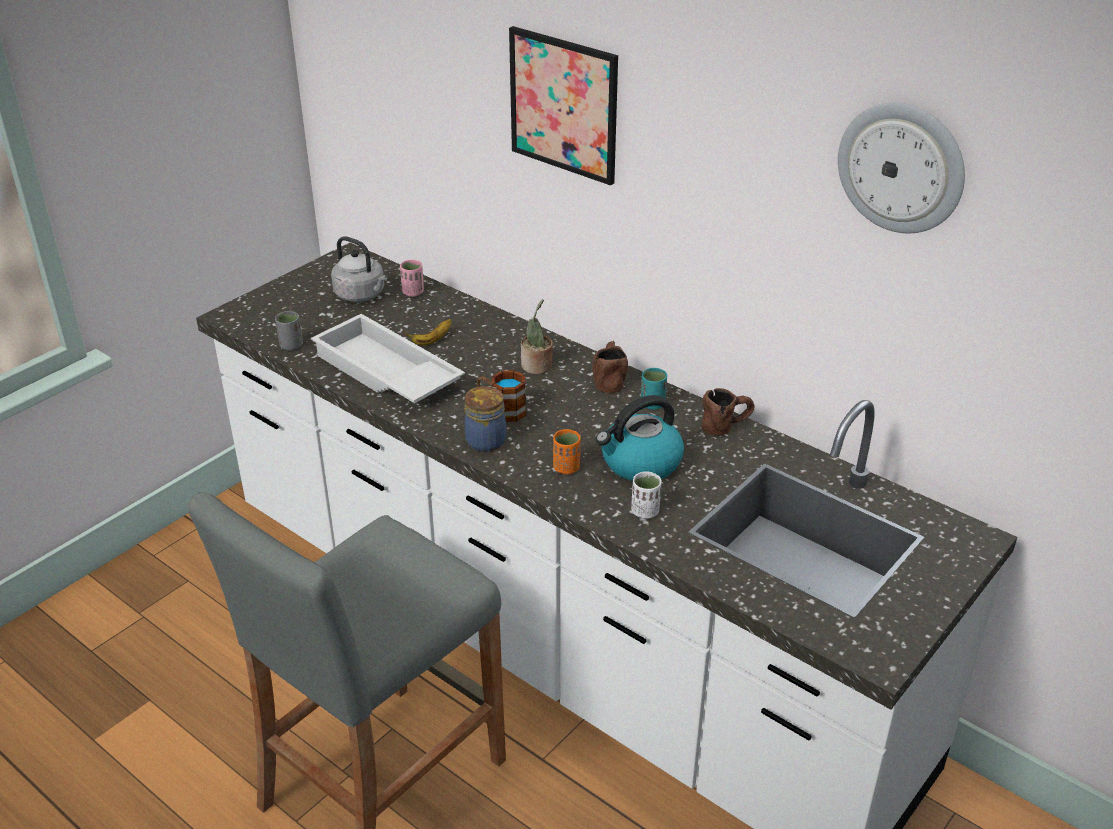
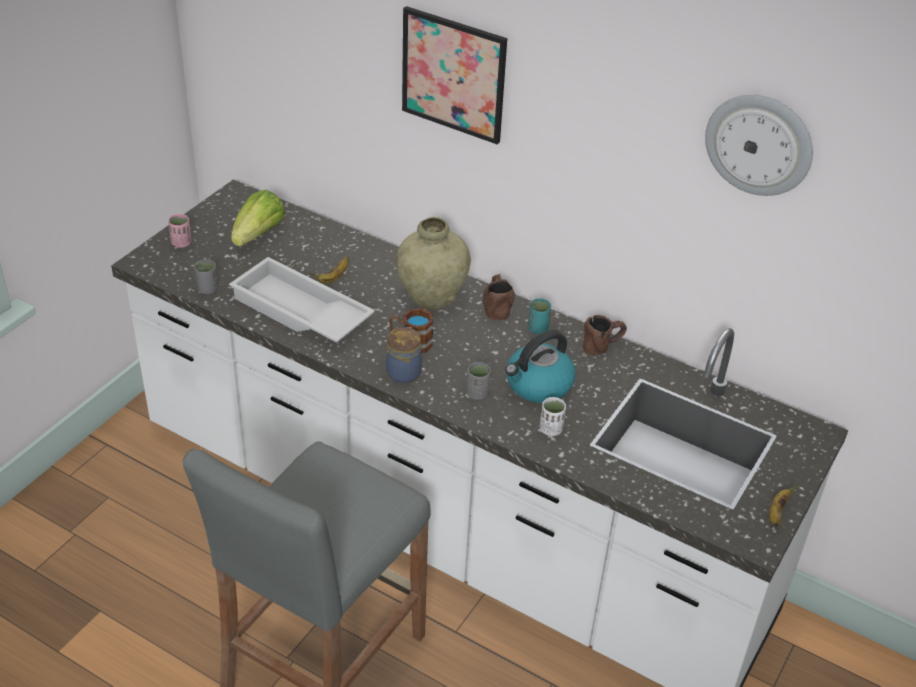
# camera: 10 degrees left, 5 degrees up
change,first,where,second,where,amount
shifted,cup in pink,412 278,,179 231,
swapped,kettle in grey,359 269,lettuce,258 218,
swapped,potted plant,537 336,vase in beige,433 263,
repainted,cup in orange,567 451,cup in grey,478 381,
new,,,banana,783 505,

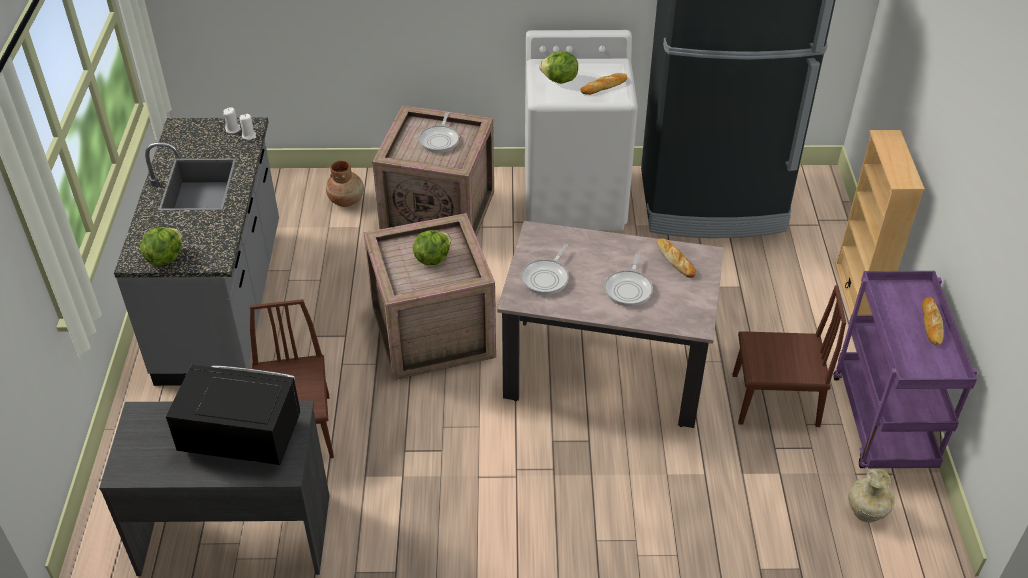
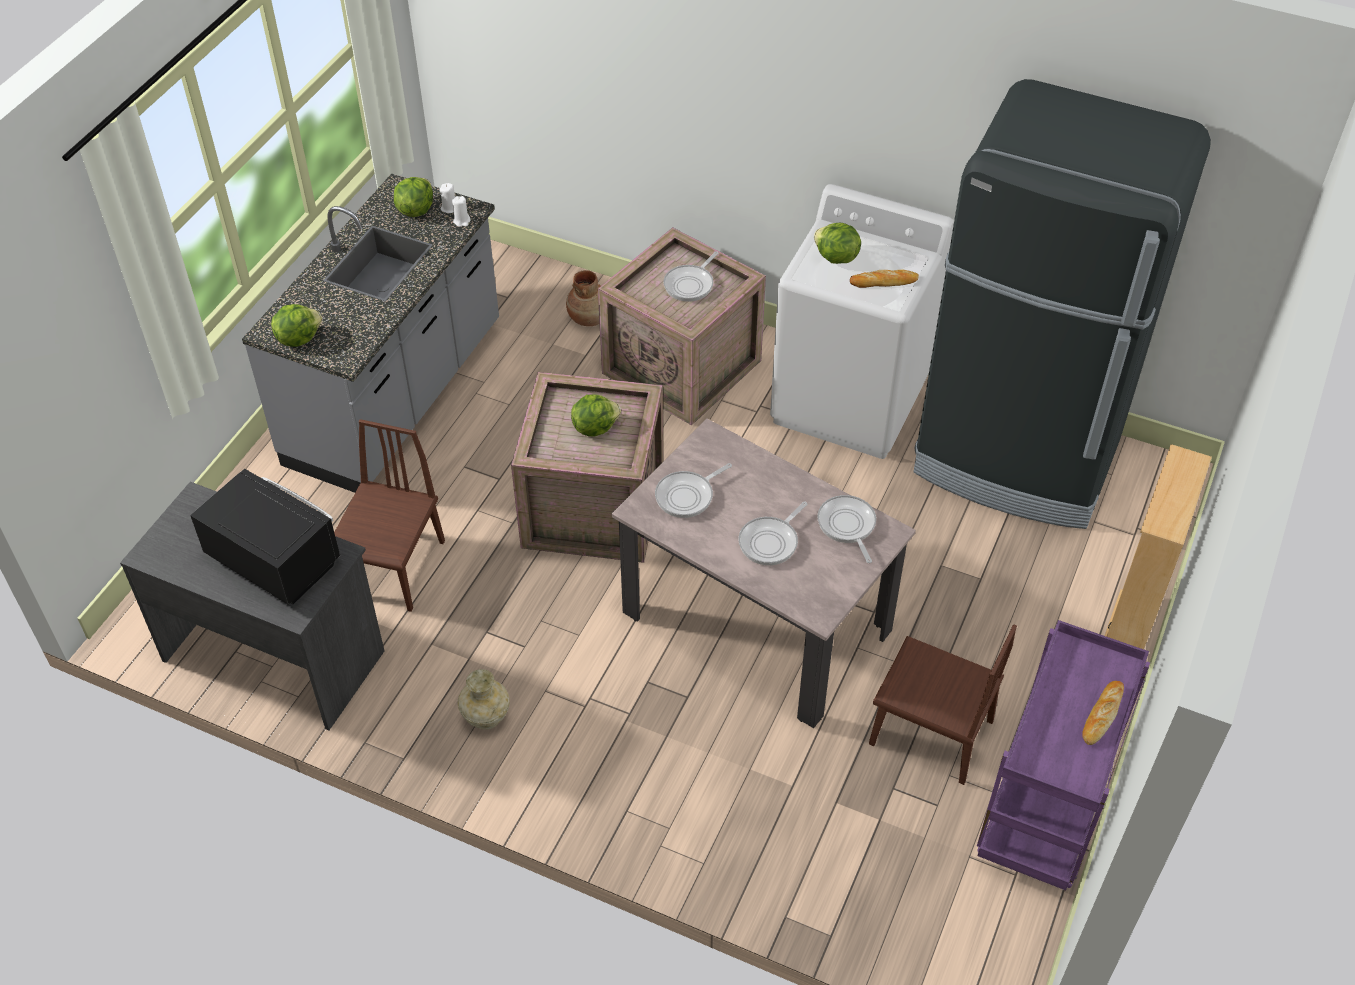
# camera: 25 degrees right, 5 degrees up
change,first,where,second,where,amount
new,,,lettuce,413 197,
shifted,vase in beige,871 495,,484 699,
swapped,bread,676 258,frying pan,846 529,

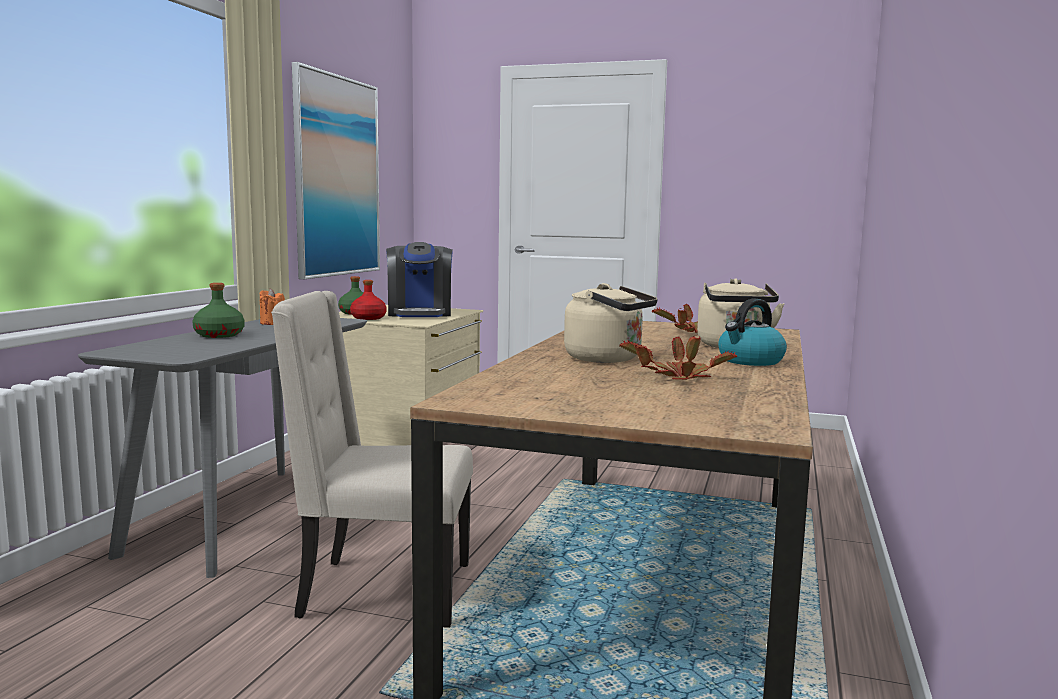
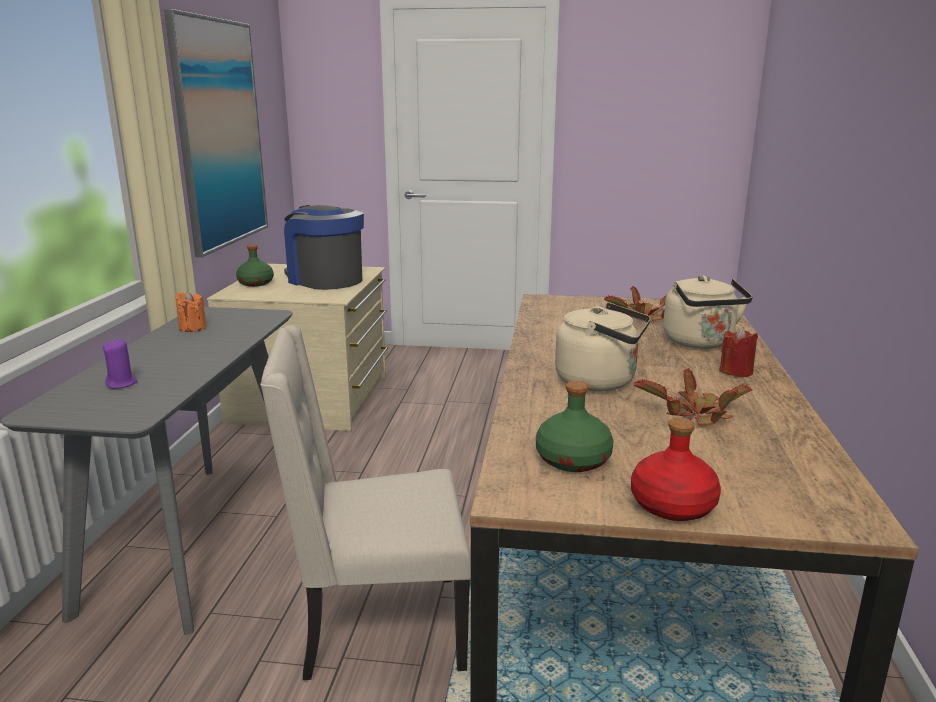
# camera: 10 degrees left, 10 degrees up
change,first,where,second,where,amount
new,,,candle in purple,120 364,
rotated,coffee machine,419 279,,324 247,150 degrees clockwise
shifted,bottle in green,218 310,,574 426,
shifted,bottle in red,368 300,,676 469,
swapped,kettle,752 332,candle in red,738 352,

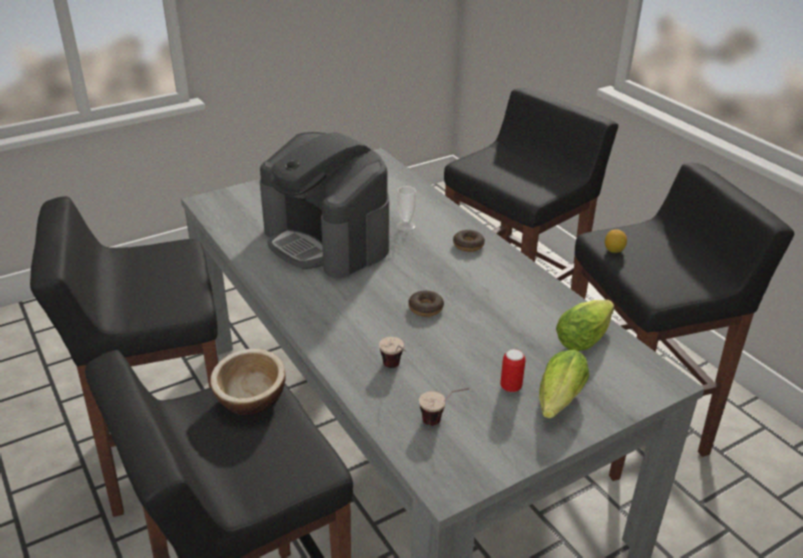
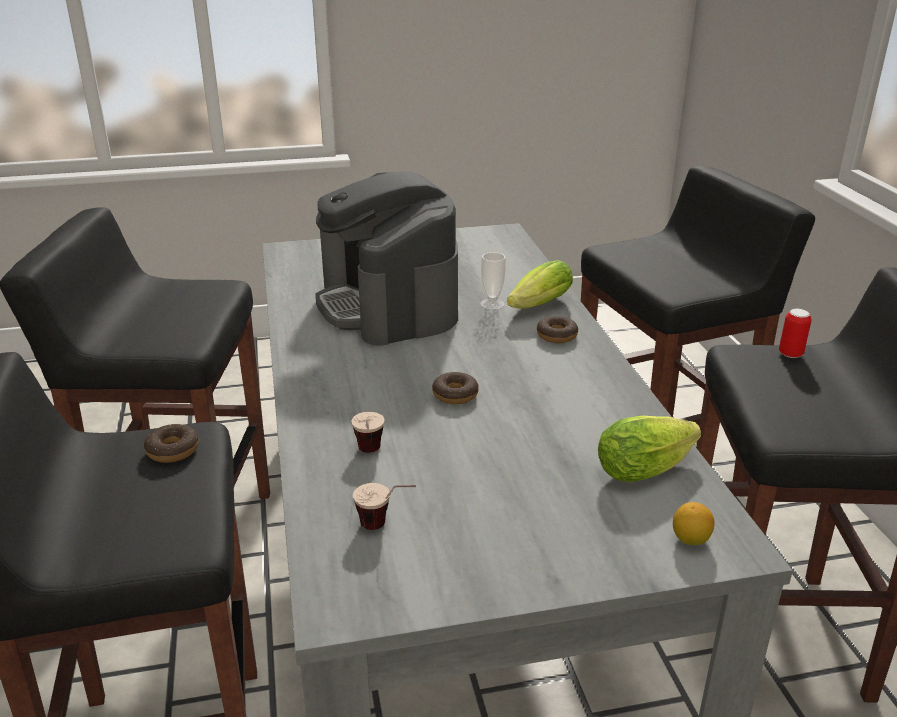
# camera: 20 degrees right, 5 degrees down
change,first,where,second,where,amount
swapped,bowl,247 382,donut,171 443,
shifted,lettuce,564 384,,540 284,
shifted,lemon,616 241,,694 523,
shifted,can,513 370,,795 333,

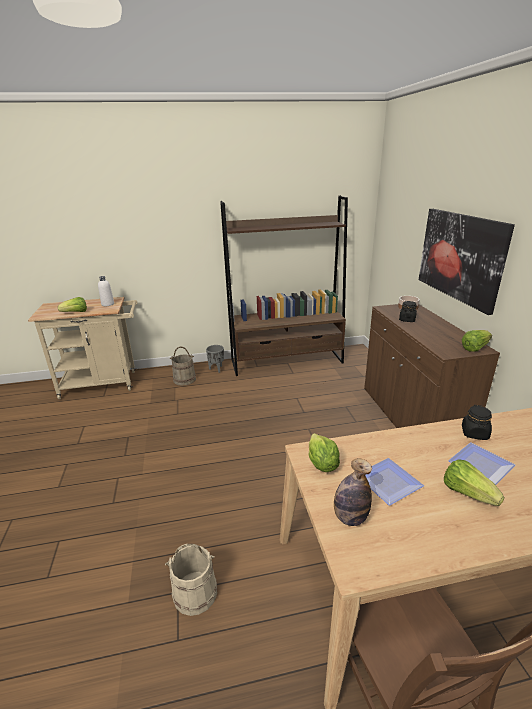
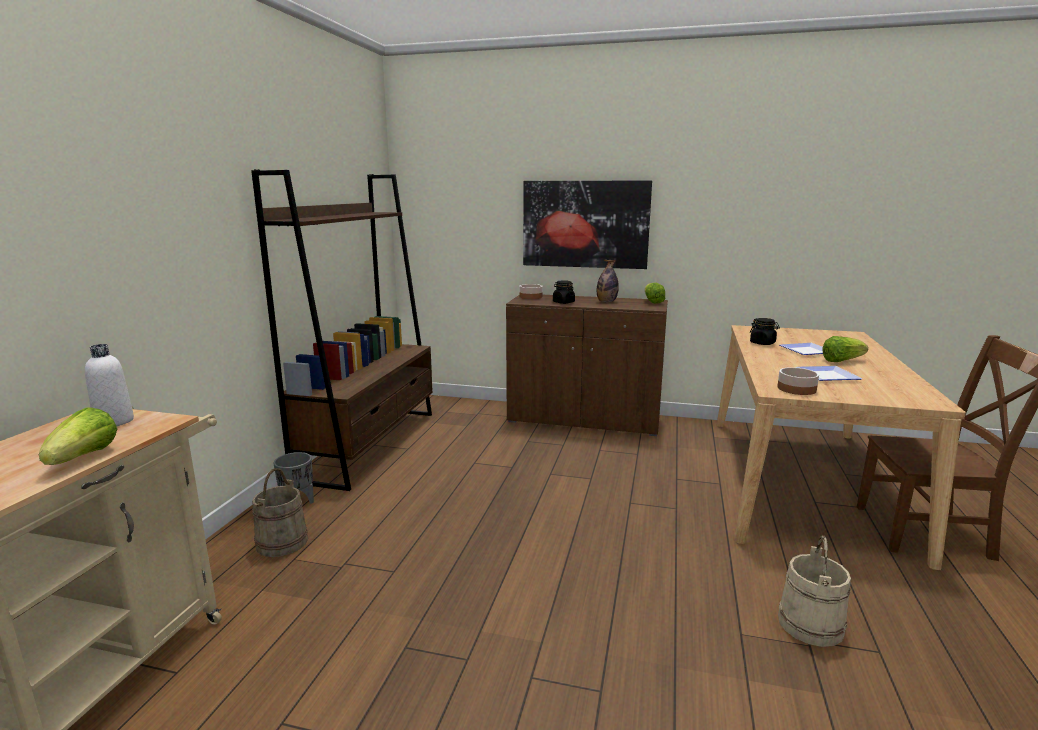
# camera: 65 degrees left, 10 degrees down
change,first,where,second,where,amount
shifted,bottle,353 492,,608 281,
swapped,lettuce,324 452,bowl,798 381,

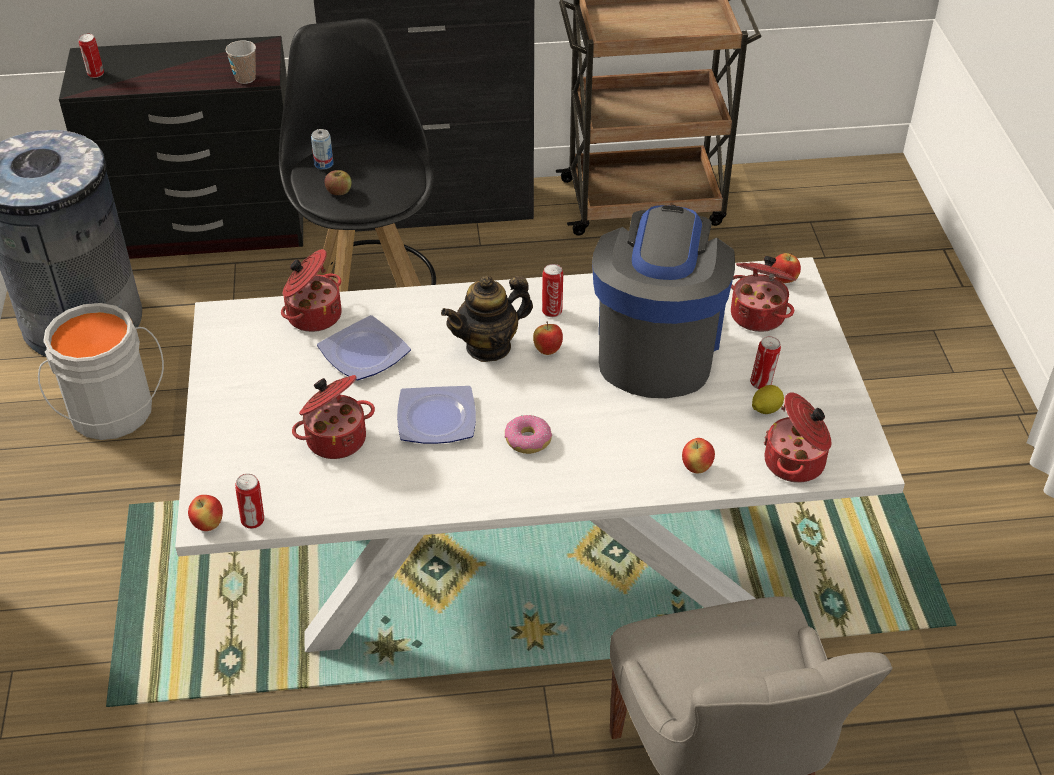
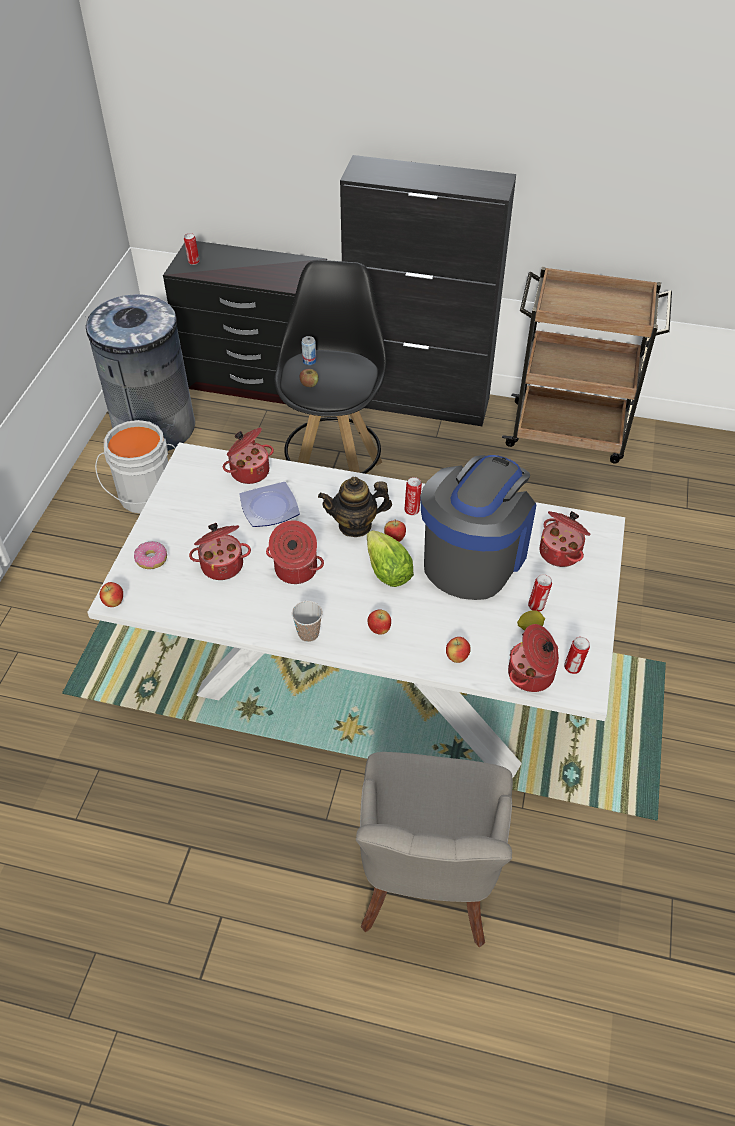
# camera: 20 degrees right, 5 degrees up
change,first,where,second,where,amount
shifted,donut,528 434,,150 555,
swapped,plate,436 415,cooking pot,295 552,
shifted,cup,241 62,,307 621,
new,,,lettuce,390 558,
shifted,apple,786 268,,379 622,
shifted,can,249 501,,577 655,

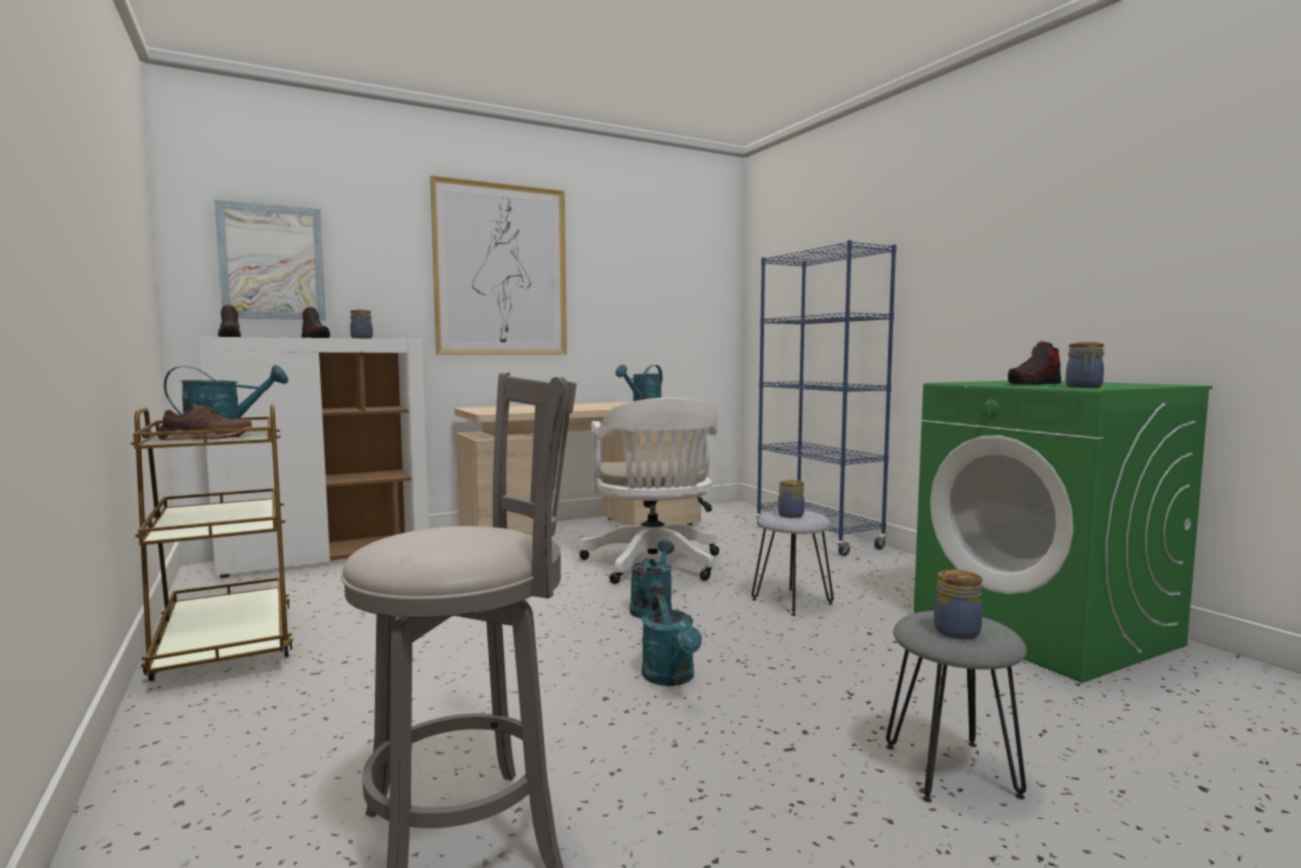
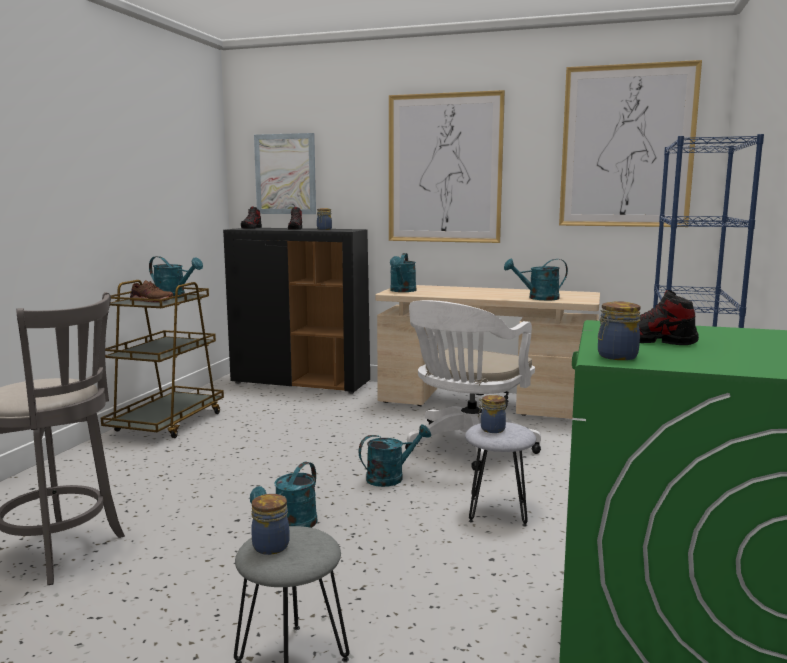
# camera: 45 degrees right, 5 degrees up
change,first,where,second,where,amount
repainted,cabinet in white,314 457,cabinet in black,296 311,
new,,,watering can in turquoise,403 272,
new,,,picture,630 143,

